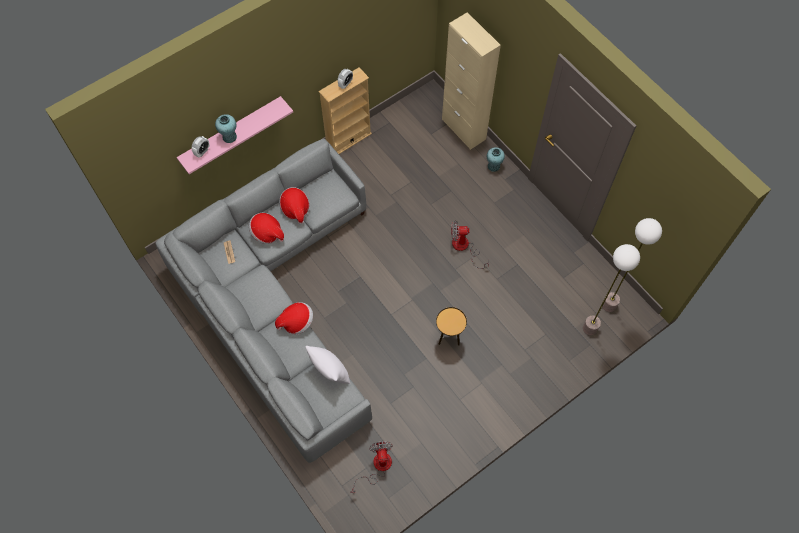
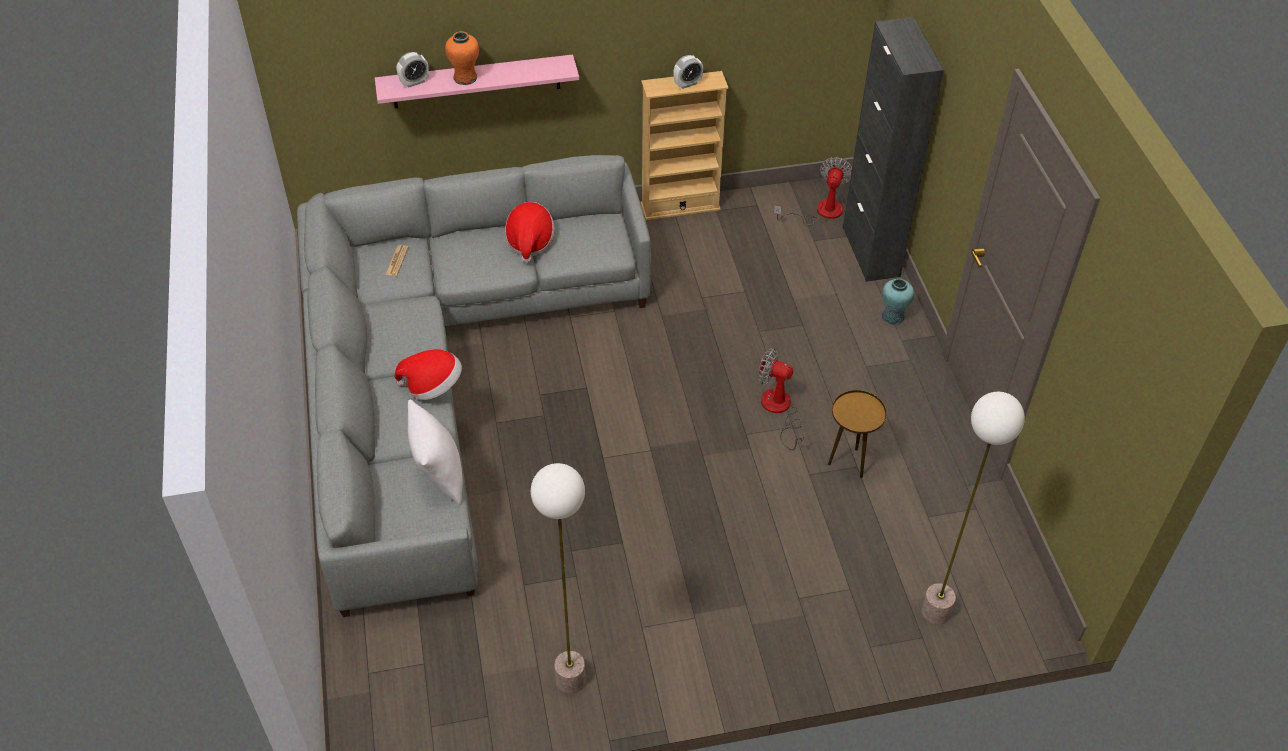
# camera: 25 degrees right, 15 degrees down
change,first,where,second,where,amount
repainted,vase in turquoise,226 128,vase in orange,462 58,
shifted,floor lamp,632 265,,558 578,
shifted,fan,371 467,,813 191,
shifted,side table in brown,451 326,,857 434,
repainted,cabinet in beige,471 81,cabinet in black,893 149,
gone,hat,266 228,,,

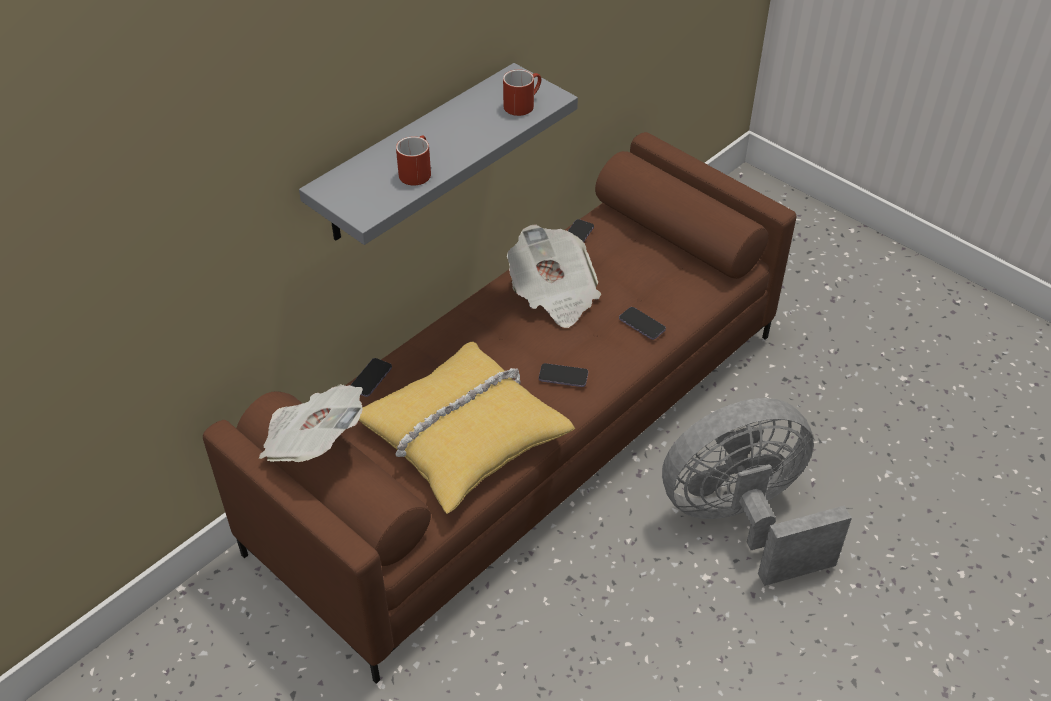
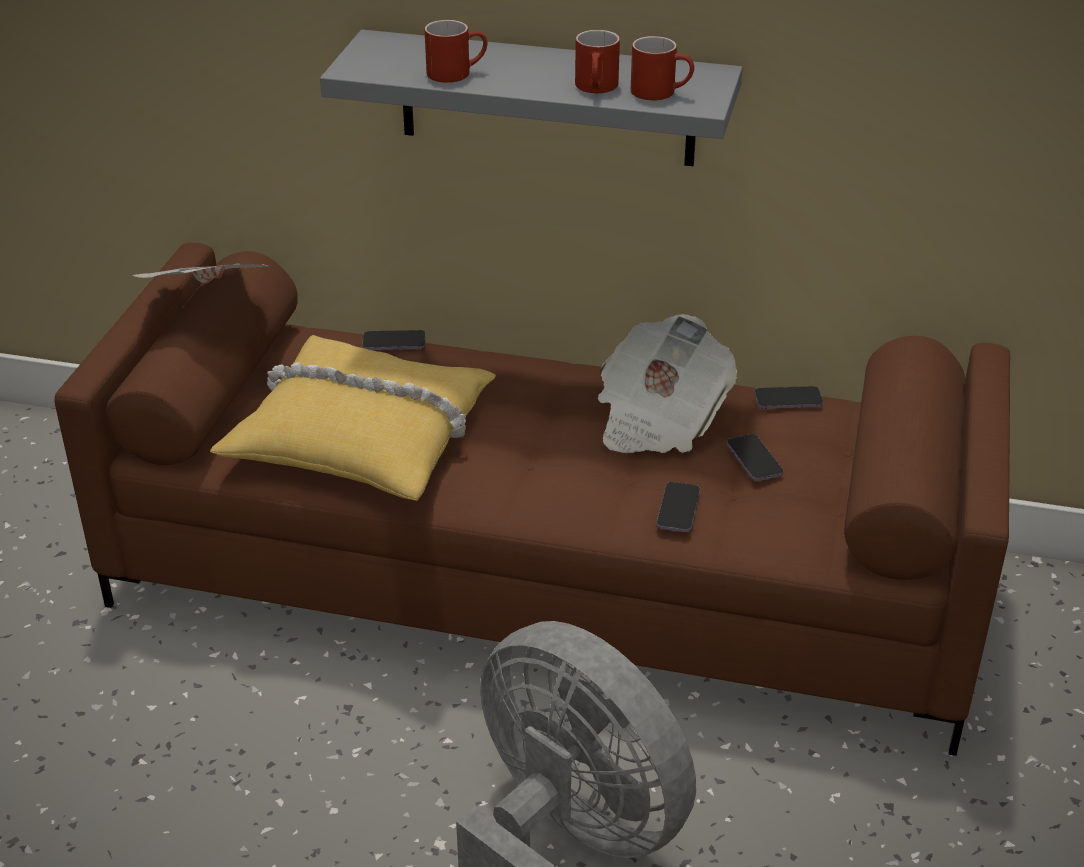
# camera: 60 degrees right, 10 degrees down
change,first,where,second,where,amount
new,,,mug in red,597 61,
shifted,phone,563 375,,755 457,

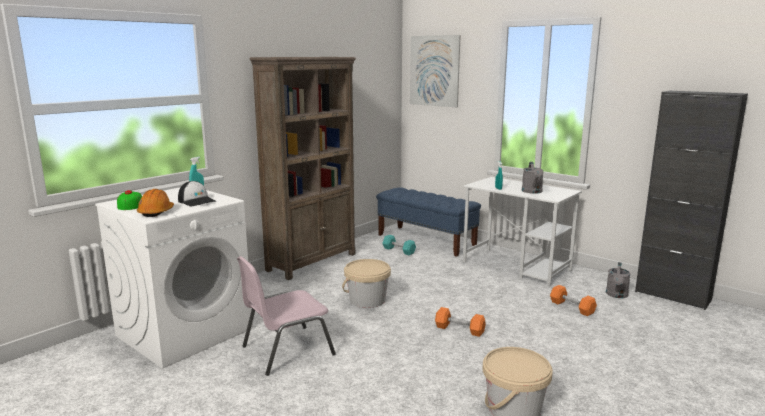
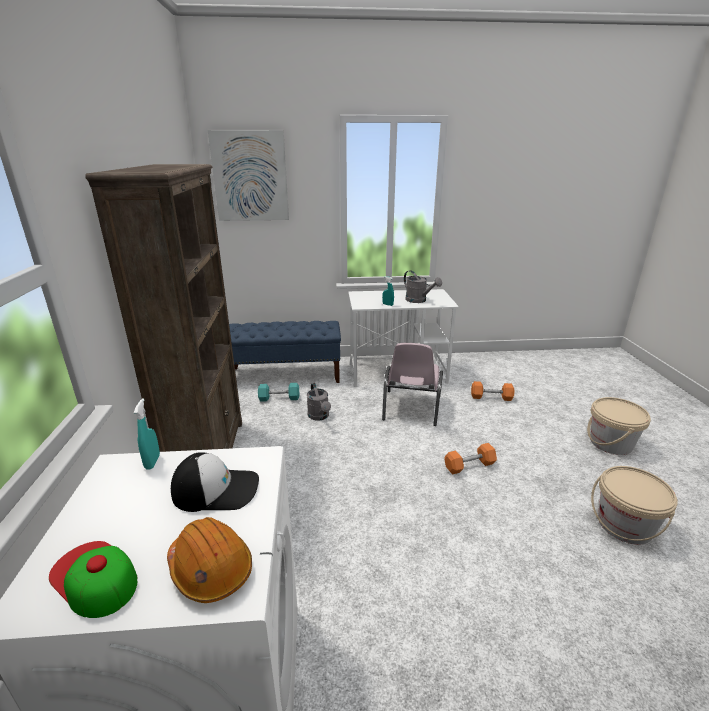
# camera: 45 degrees left, 10 degrees up
change,first,where,second,where,amount
shifted,watering can in grey,618 280,,319 401,
shifted,chair in pink,286 316,,412 384,
shifted,bucket in beige,366 283,,619 426,
gone,cabinet in black,691 200,,,

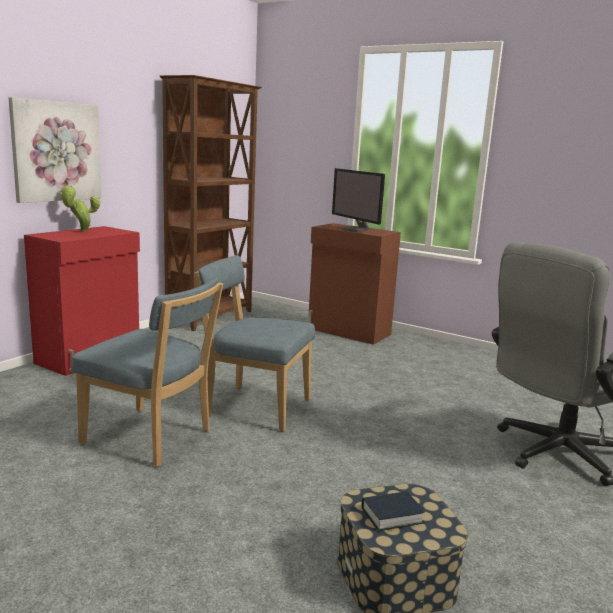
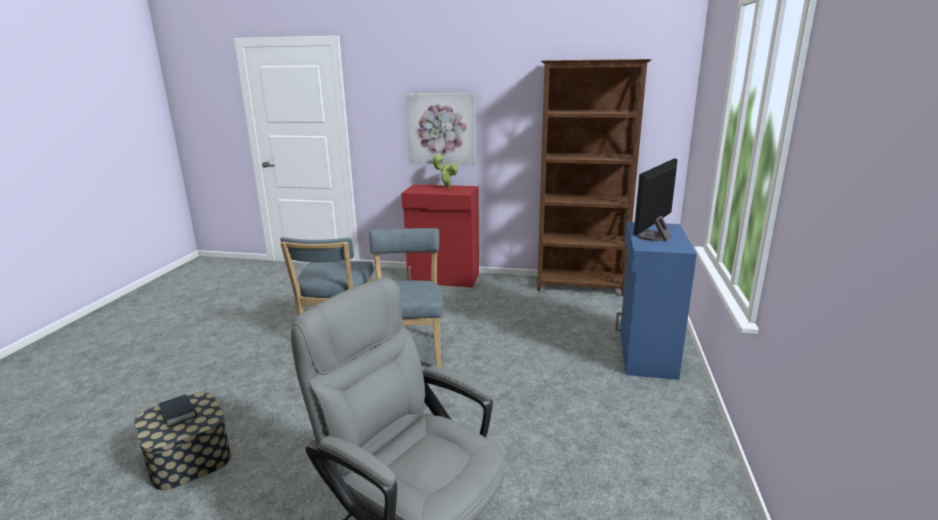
# camera: 70 degrees right, 5 degrees up
change,first,where,second,where,amount
repainted,cabinet in brown,354 284,cabinet in blue,656 301,

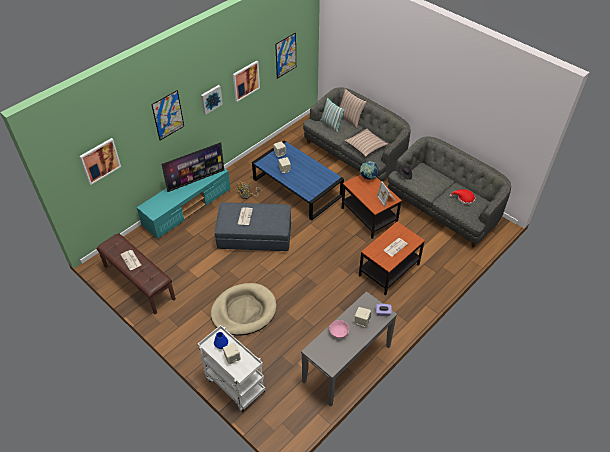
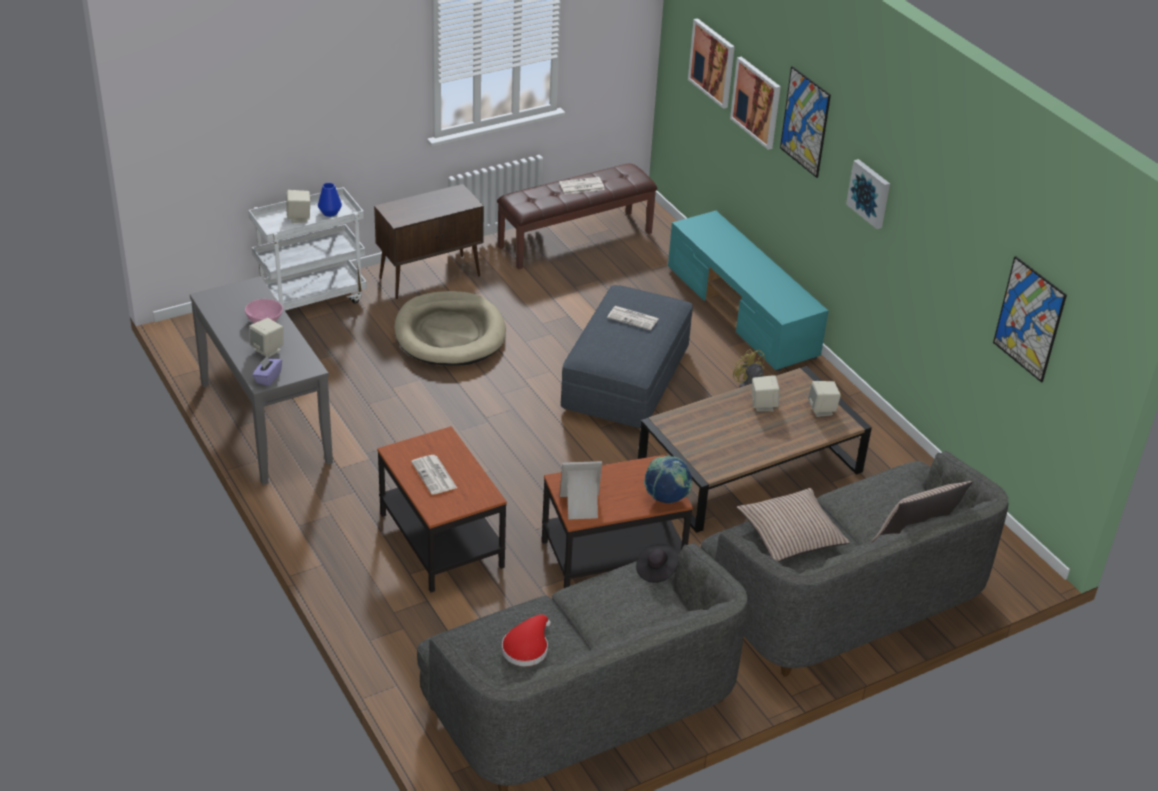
# camera: 105 degrees right, 10 degrees down
change,first,where,second,where,amount
new,,,cabinet in brown,429 241,
repainted,coffee table in blue,298 181,coffee table in brown,755 449,
shifted,picture,246 81,,755 103,
gone,television,193 167,,,
gone,pillow,332 115,,,

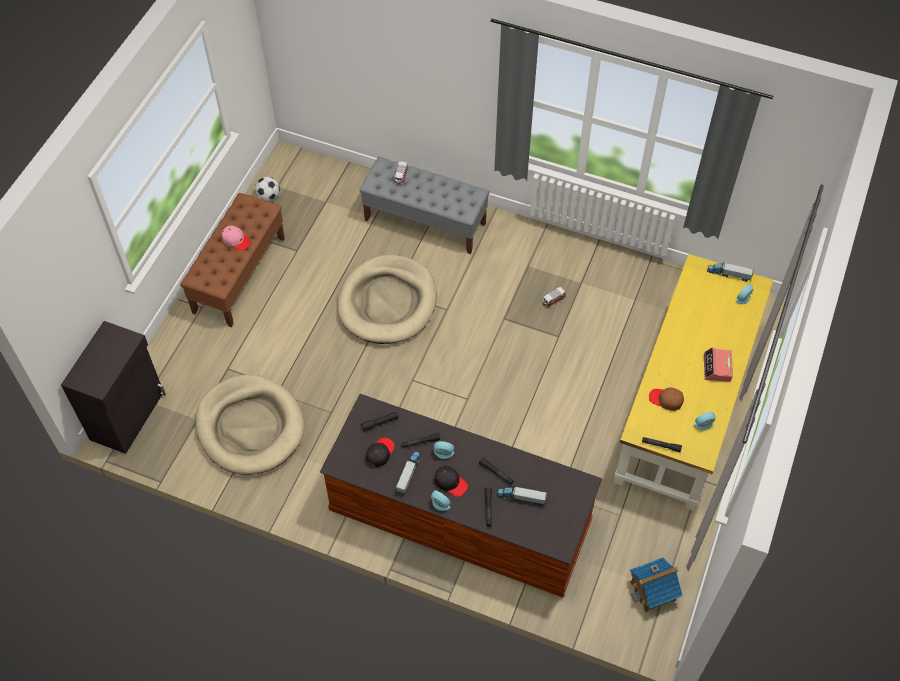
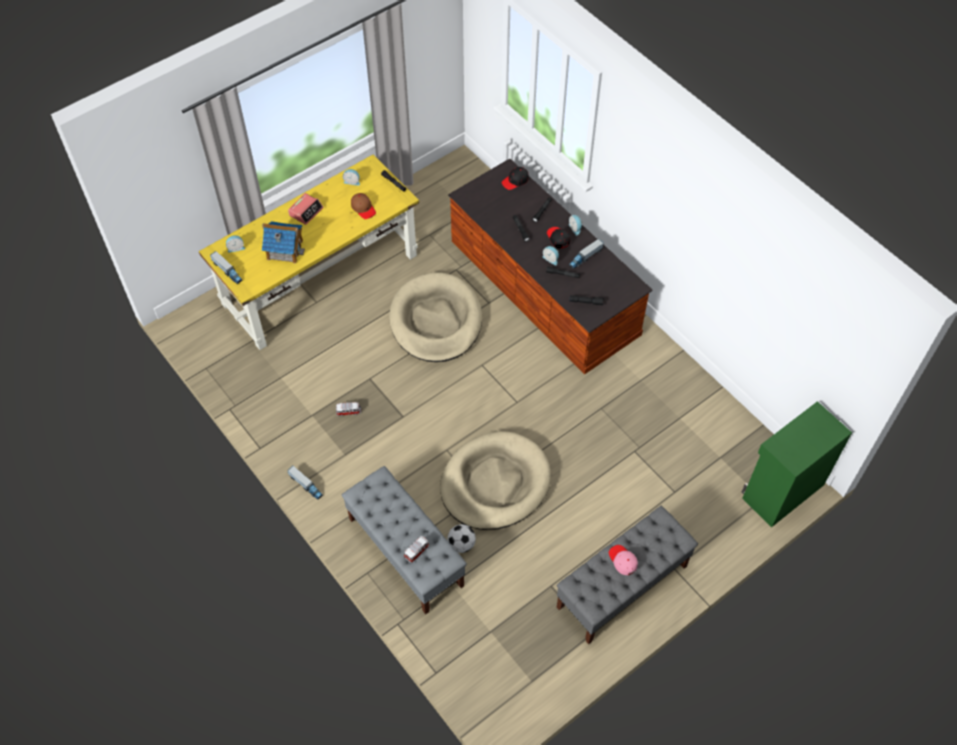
# camera: 150 degrees left, 0 degrees up
change,first,where,second,where,amount
shifted,toy house,656 584,,283 242,
shifted,toy truck,522 496,,305 483,
shifted,dog bed in beige,249 425,,435 317,
shifted,football,267 188,,461 538,
shifted,cap in black,380 452,,515 178,
repainted,bench in brown,232 260,bench in grey,627 575,
repainted,cabinet in black,113 387,cabinet in green,797 464,

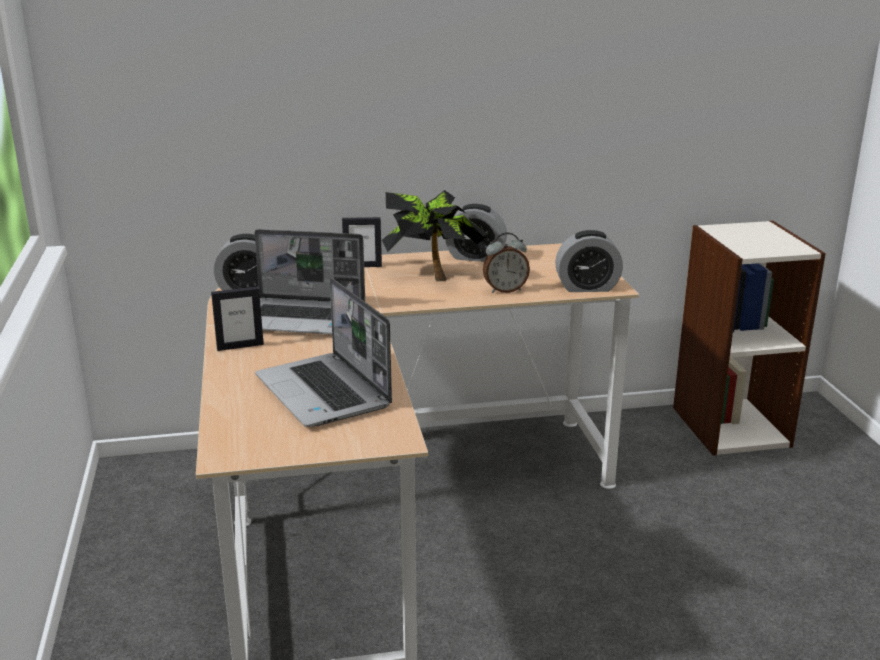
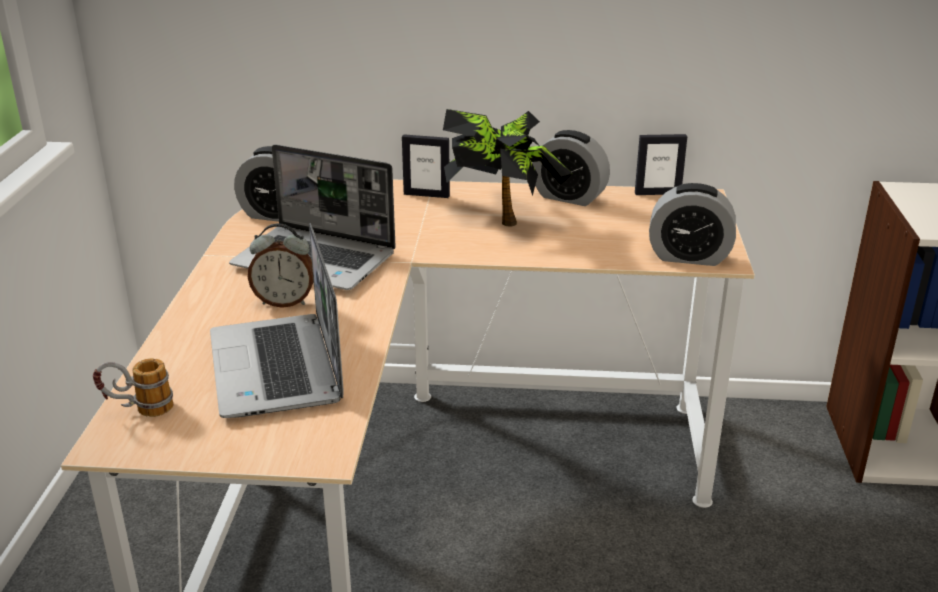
# camera: 15 degrees right, 5 degrees up
change,first,where,second,where,amount
new,,,mug,133 387,
shifted,alarm clock,506 262,,281 265,
shifted,picture frame,237 319,,661 164,

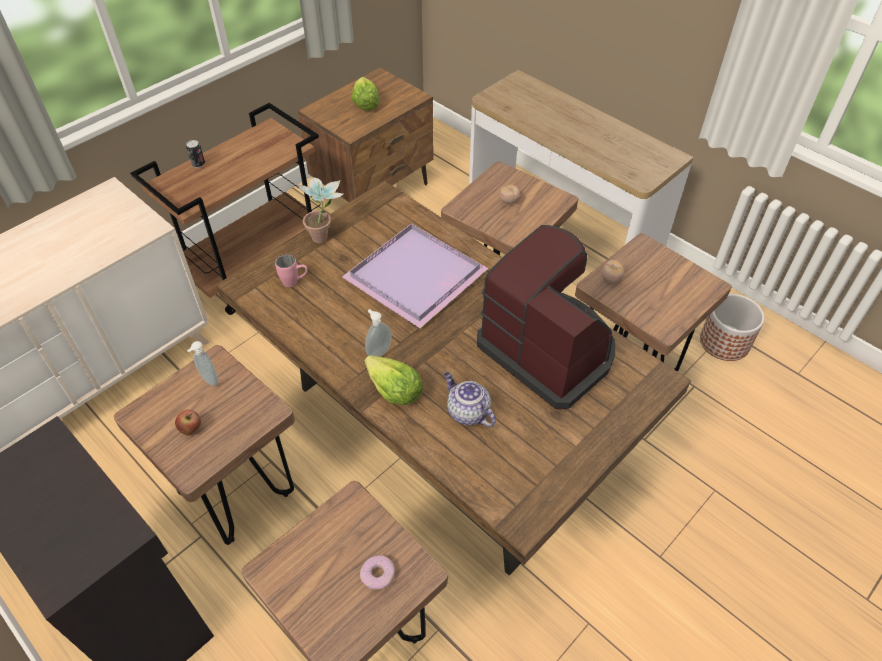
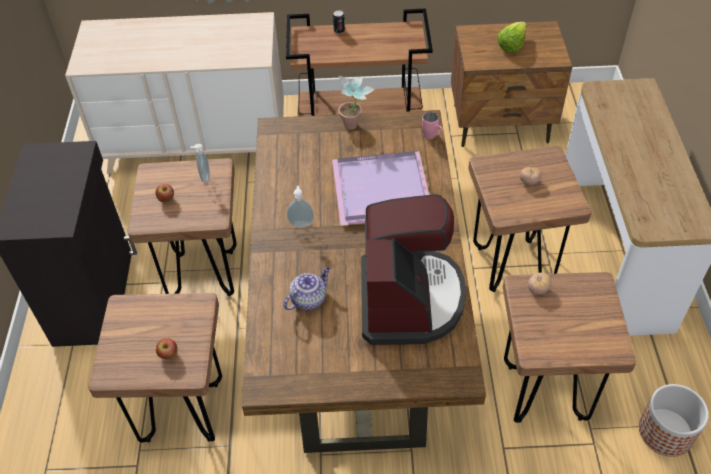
# camera: 45 degrees right, 0 degrees up
change,first,where,second,where,amount
swapped,donut,377 572,apple,167 349,
rotated,teapot,470 399,,306 288,45 degrees clockwise
shifted,mug in pink,291 270,,432 125,
gone,lettuce,393 380,,,

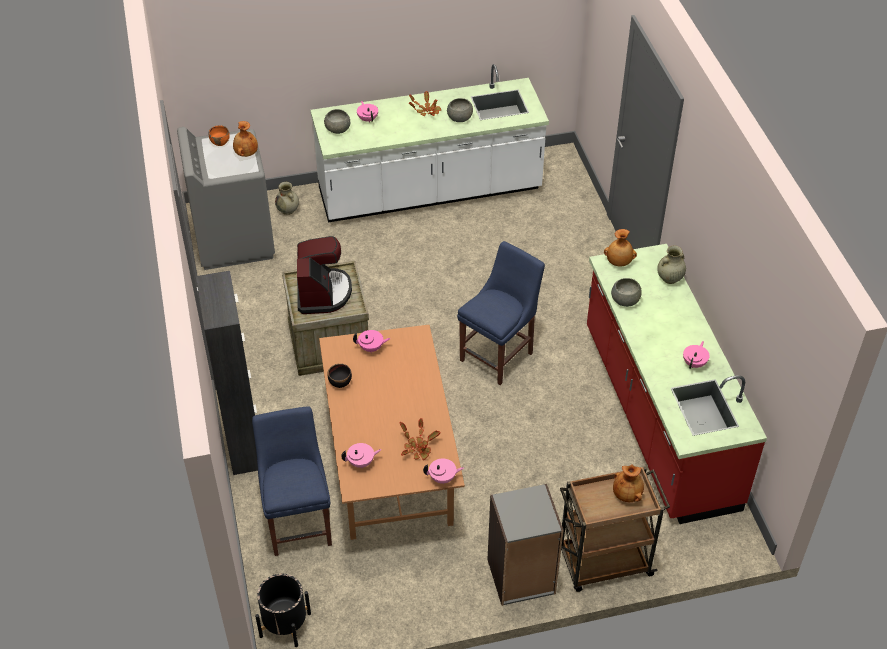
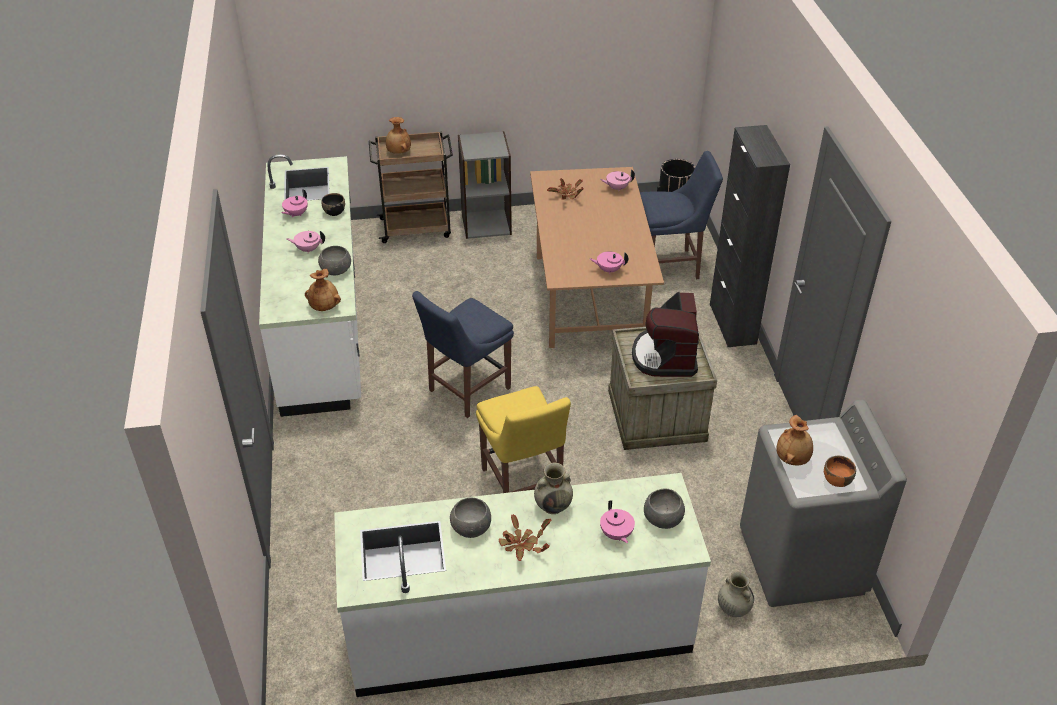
# camera: 175 degrees left, 5 degrees down
change,first,where,second,where,amount
repainted,counter in red,677 384,counter in white,310 286,
shifted,teapot in pink,443 471,,305 242,
shifted,bowl in black,340 376,,333 204,
new,,,chair in yellow,523 439,
shifted,vase in beige,671 264,,553 488,
rotated,chair in blue,292 481,,681 215,90 degrees counterclockwise

